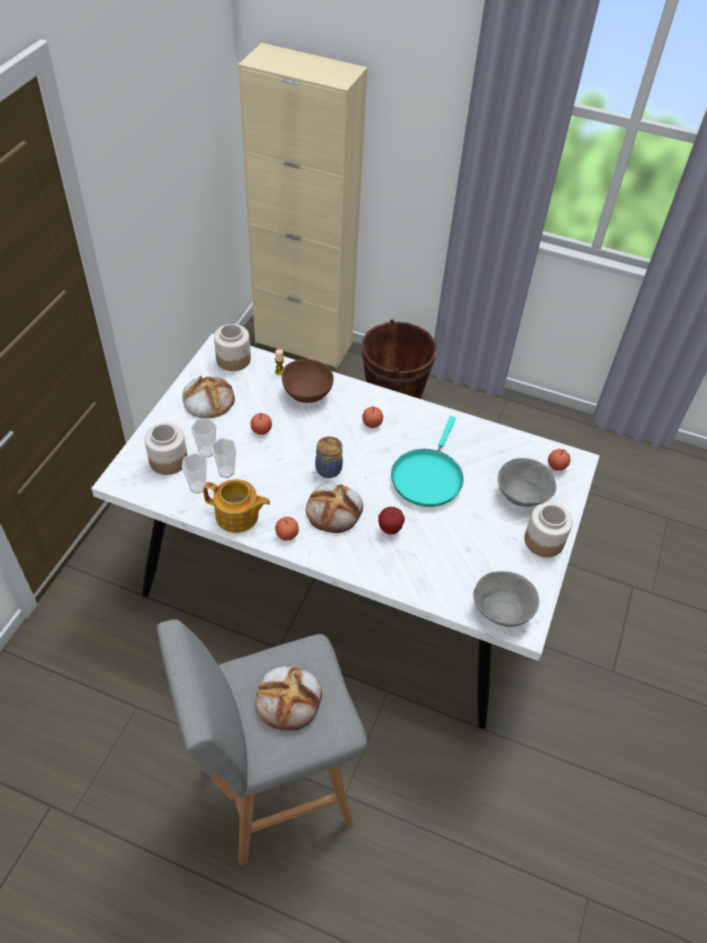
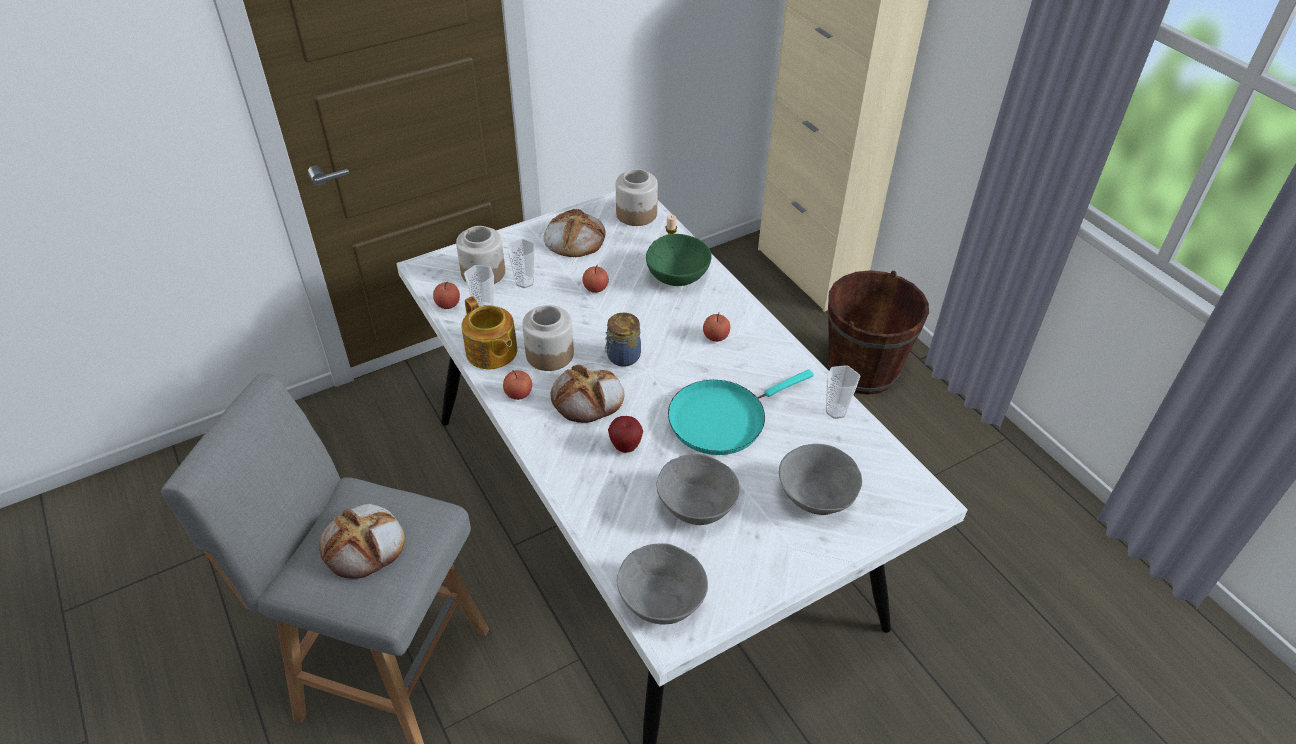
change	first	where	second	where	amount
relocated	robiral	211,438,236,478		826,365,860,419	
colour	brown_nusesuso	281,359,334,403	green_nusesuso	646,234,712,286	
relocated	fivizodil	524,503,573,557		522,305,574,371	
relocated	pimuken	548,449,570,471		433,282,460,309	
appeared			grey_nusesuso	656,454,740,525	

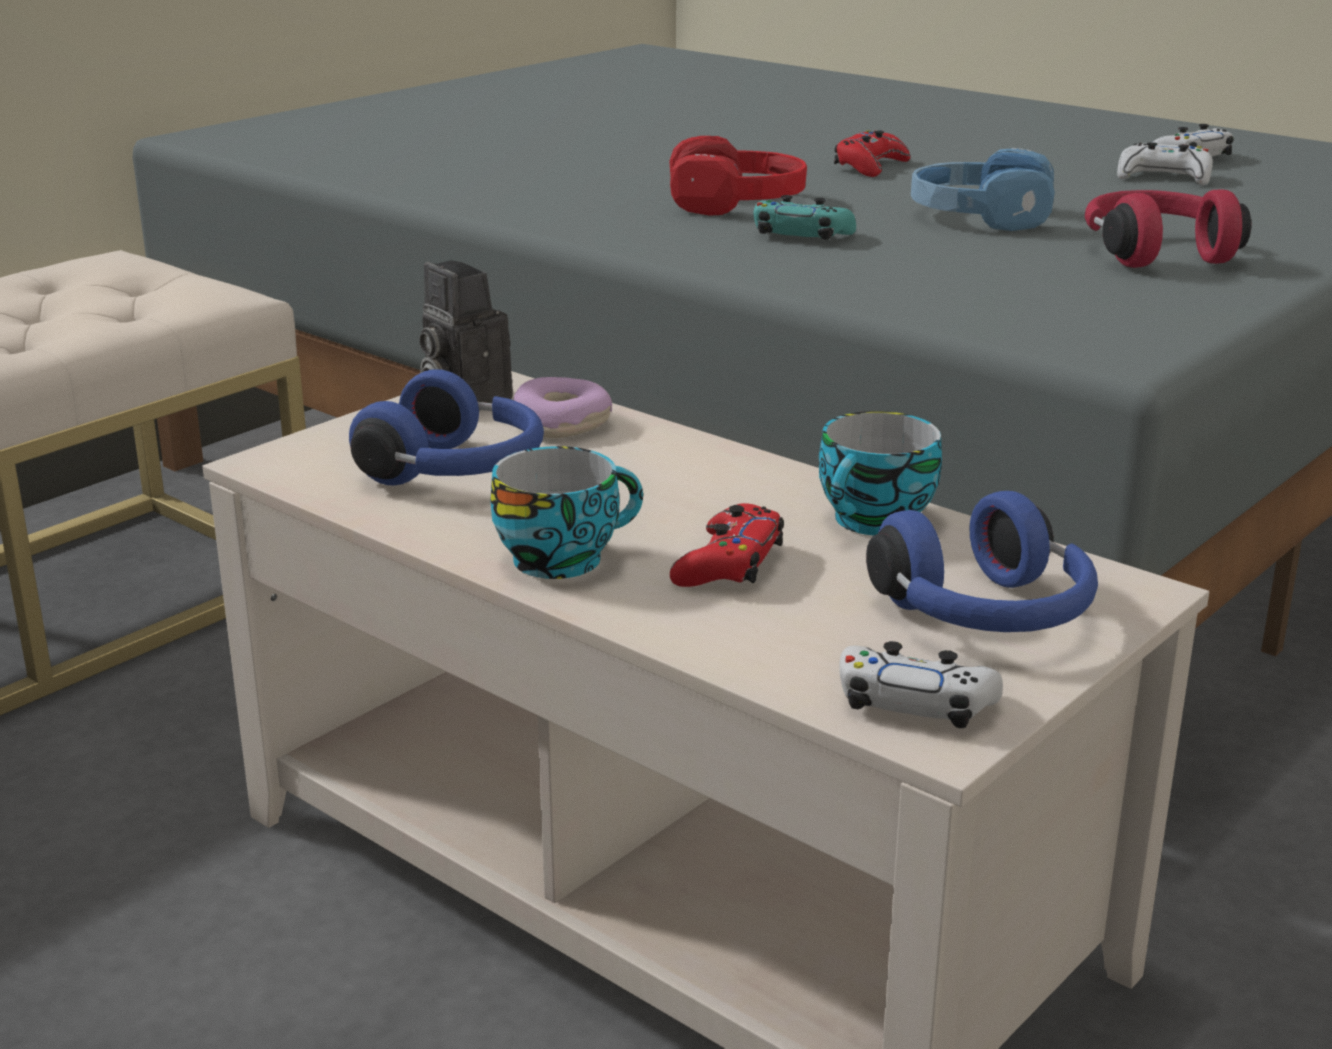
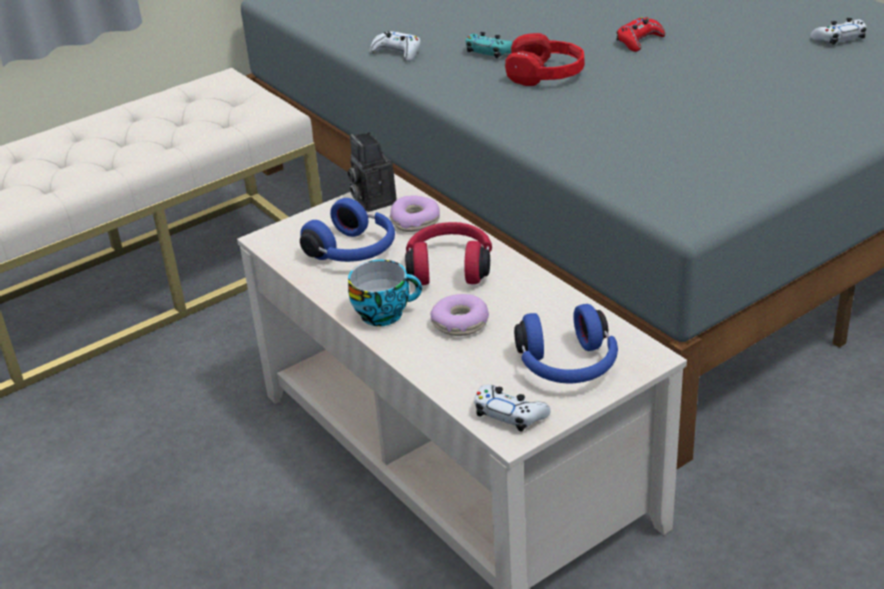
change	first	where	second	where	amount
exchanged	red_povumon	670,503,784,587	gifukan	431,294,489,336	
relocated	turquoise_povumon	753,195,856,240		466,32,513,58	
missing	robiral	819,411,942,535			
missing	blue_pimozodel	911,148,1055,231			
relocated	red_pimozodel	1085,189,1251,268		405,222,492,285	
relocated	white_povumon	1117,142,1213,186		370,31,420,62	

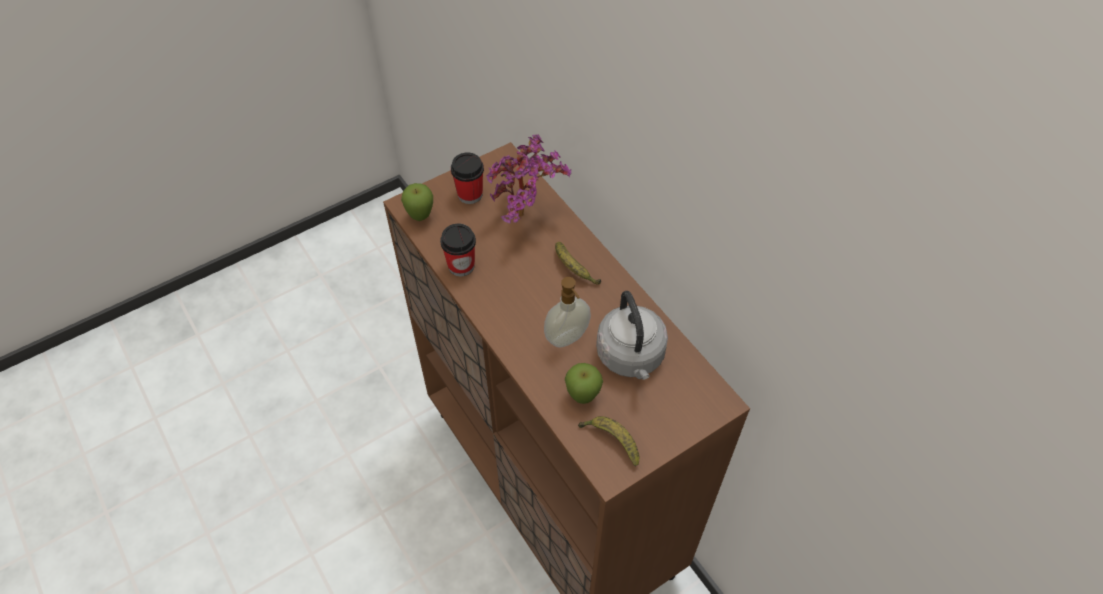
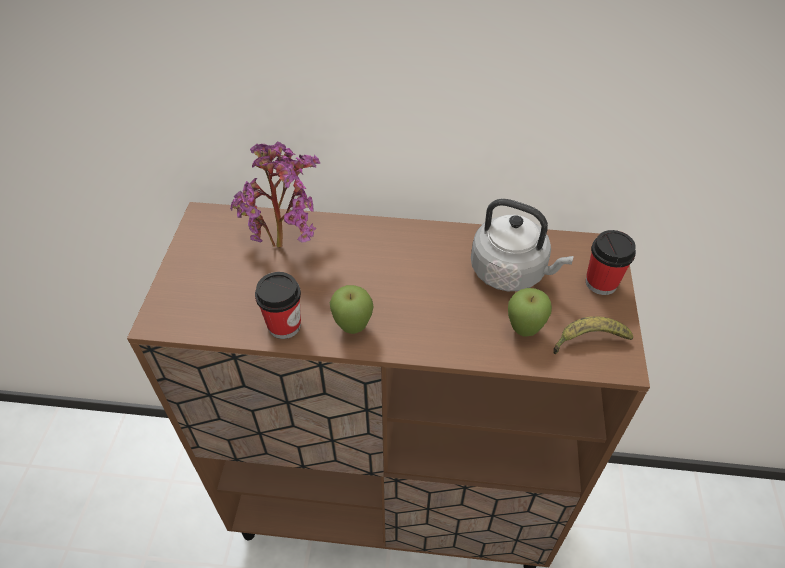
change	first	where	second	where	amount
relocated	pimuken	401,183,433,221		330,285,374,334	
relocated	robiral	451,152,484,204		586,230,636,295	
missing	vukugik	544,277,591,348			
missing	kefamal	555,242,601,285			

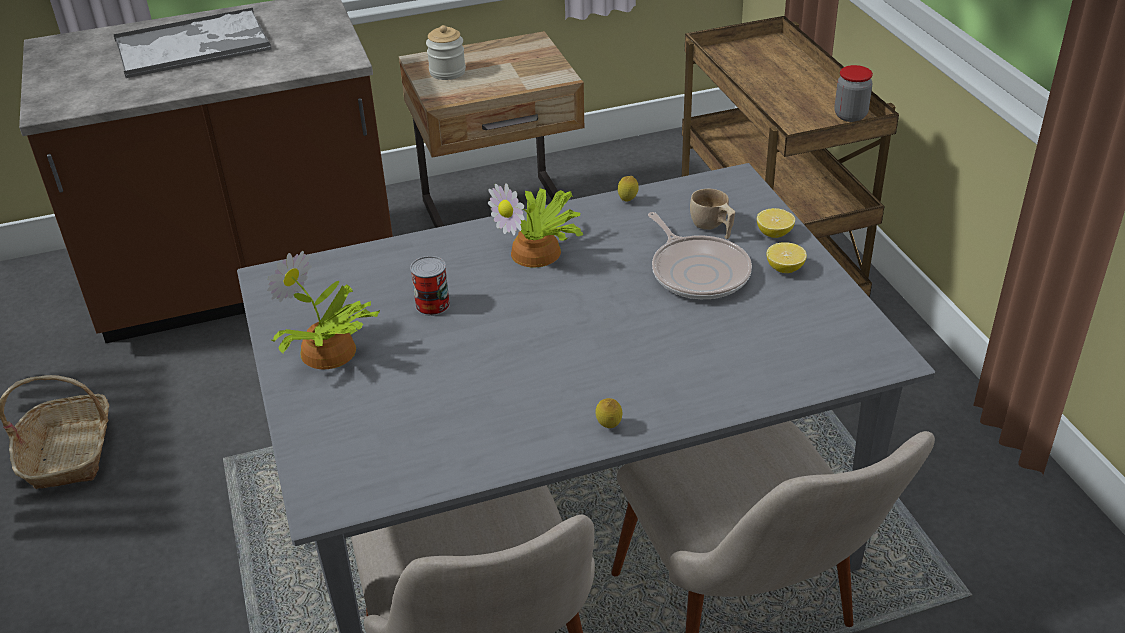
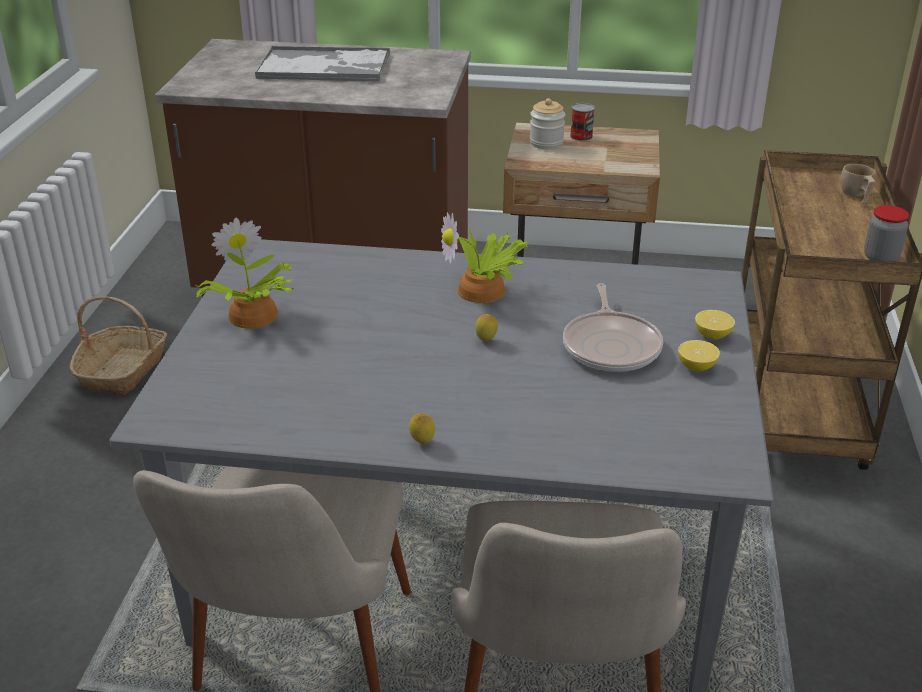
change	first	where	second	where	amount
relocated	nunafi	410,256,450,316		570,103,595,141	
relocated	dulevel	618,176,639,202		475,314,498,341	
relocated	beige_robiral	690,189,735,239		841,164,876,204	

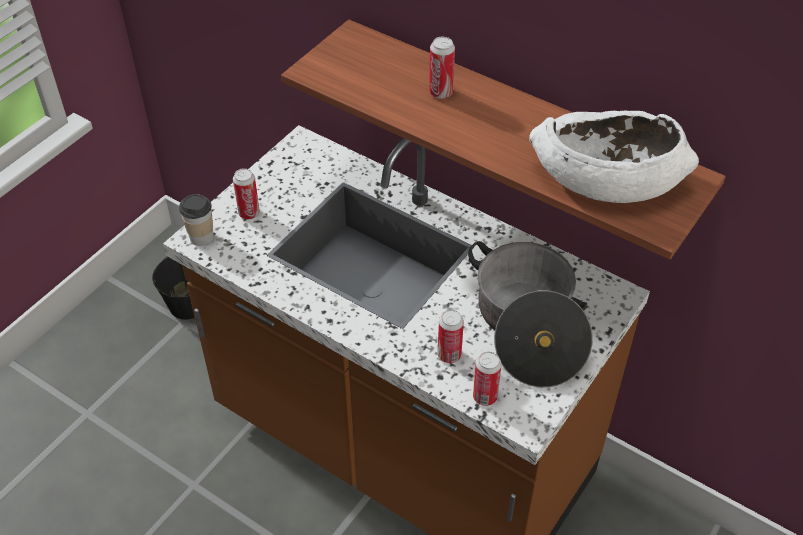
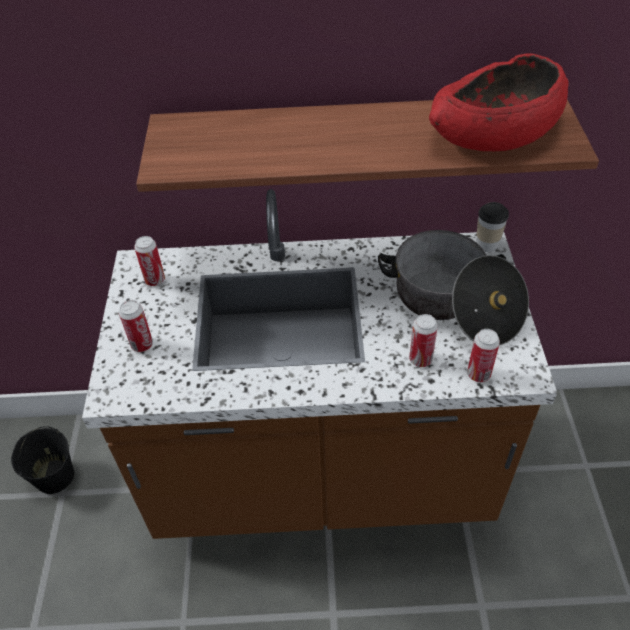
change	first	where	second	where	amount
relocated	robiral	179,194,214,246		476,202,509,252	
relocated	nunafi	429,37,455,98		134,236,165,286	
colour	white_nusesuso	529,111,699,203	red_nusesuso	429,53,569,151	

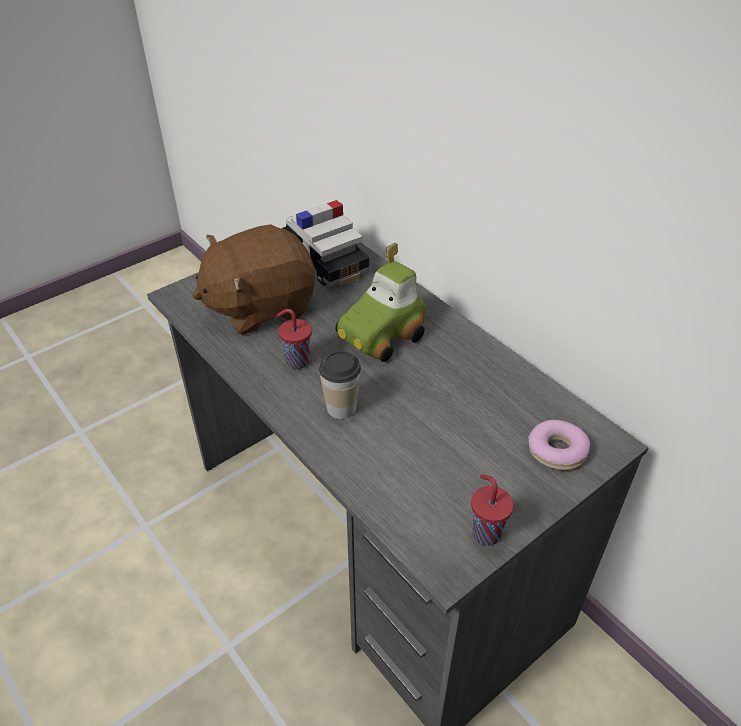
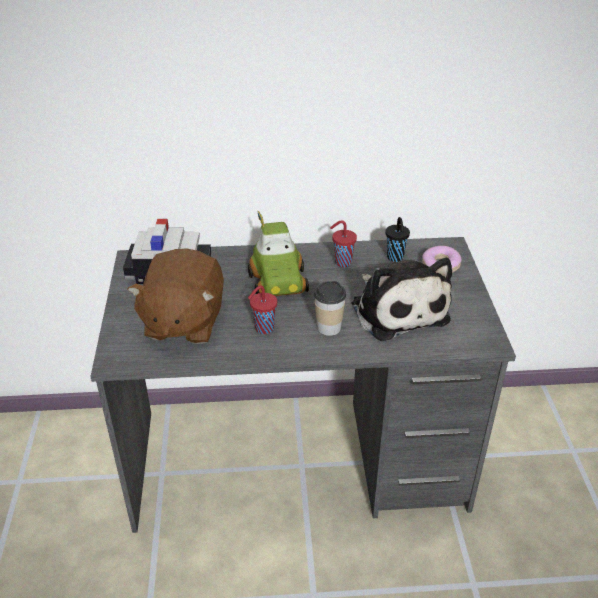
change	first	where	second	where	amount
relocated	red_robiral	471,474,514,546		330,220,357,267	
appeared			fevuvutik	352,258,452,341	
appeared			black_robiral	386,217,410,262	

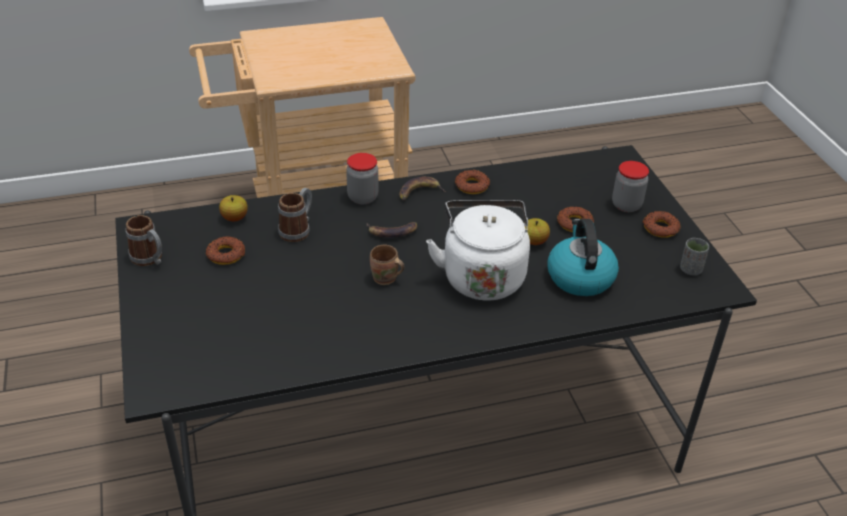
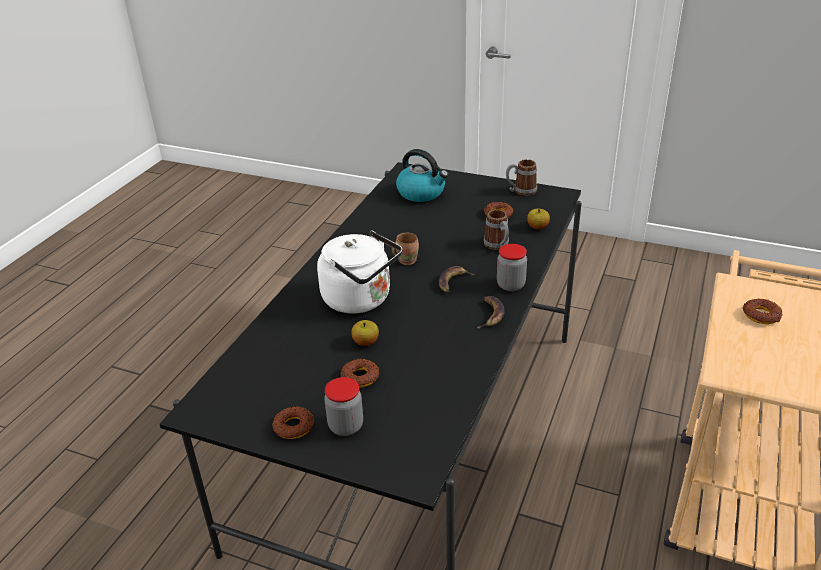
change	first	where	second	where	amount
relocated	gifukan	455,170,490,194		743,299,782,324	
relocated	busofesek	547,219,619,296		396,149,448,202	
missing	grey_robiral	680,238,709,275			

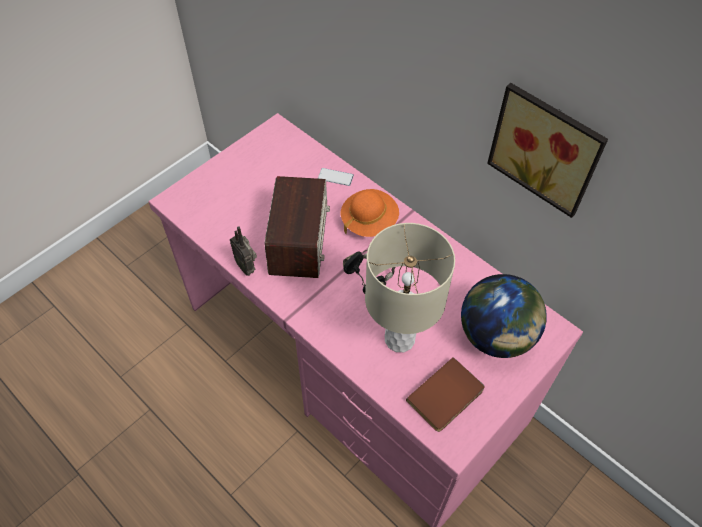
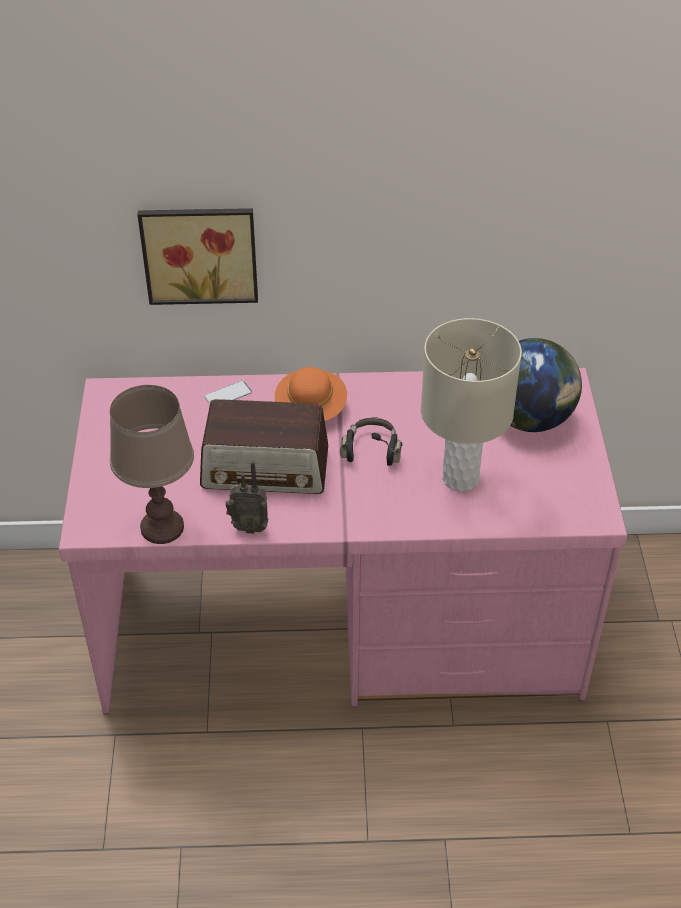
change	first	where	second	where	amount
spun	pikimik	265,176,330,278		200,399,328,494	135 degrees clockwise
missing	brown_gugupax	406,357,484,432			
relocated	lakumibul	487,83,608,218		137,208,258,305	
appeared			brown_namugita	110,385,194,544	

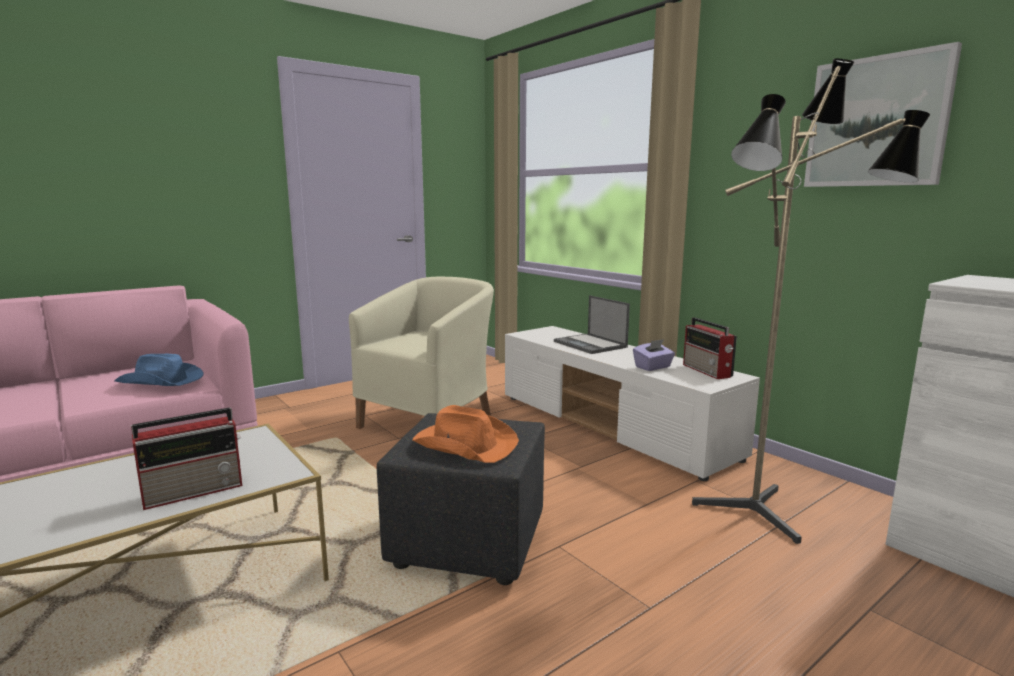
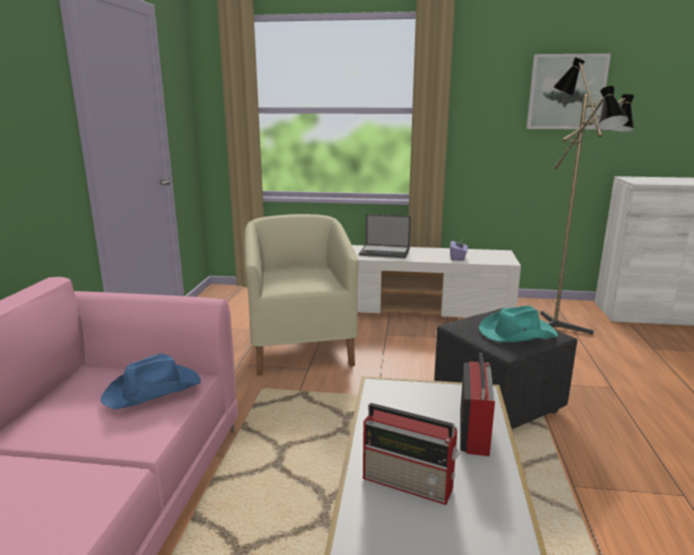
change	first	where	second	where	amount
colour	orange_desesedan	412,405,519,463	turquoise_desesedan	479,305,558,342	
relocated	pikimik	683,317,737,379		363,403,460,505	

